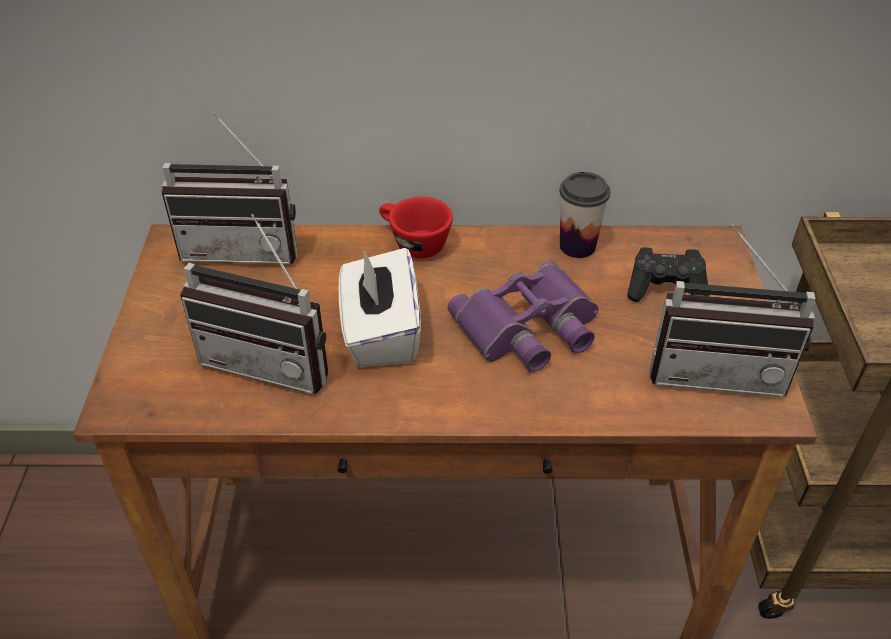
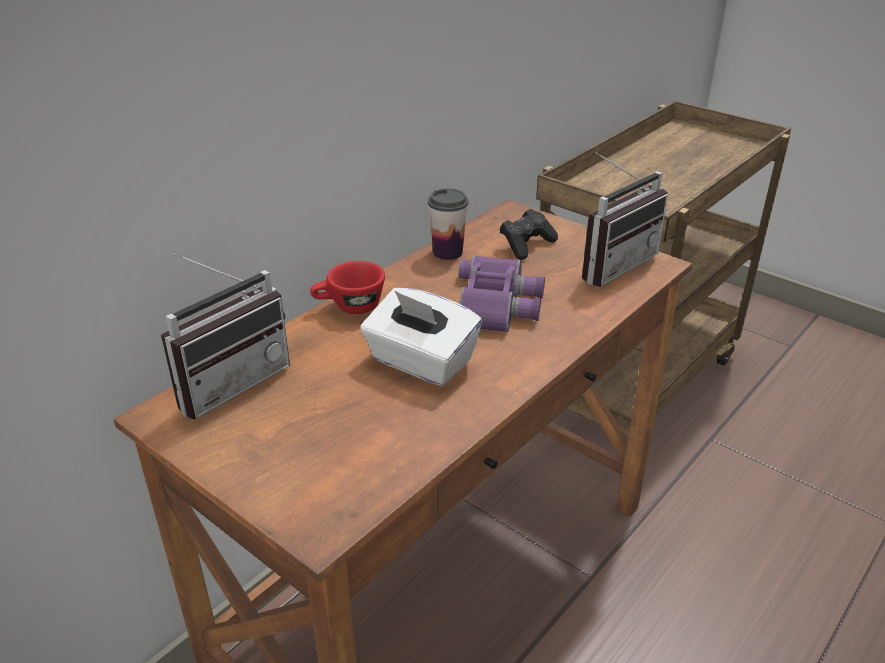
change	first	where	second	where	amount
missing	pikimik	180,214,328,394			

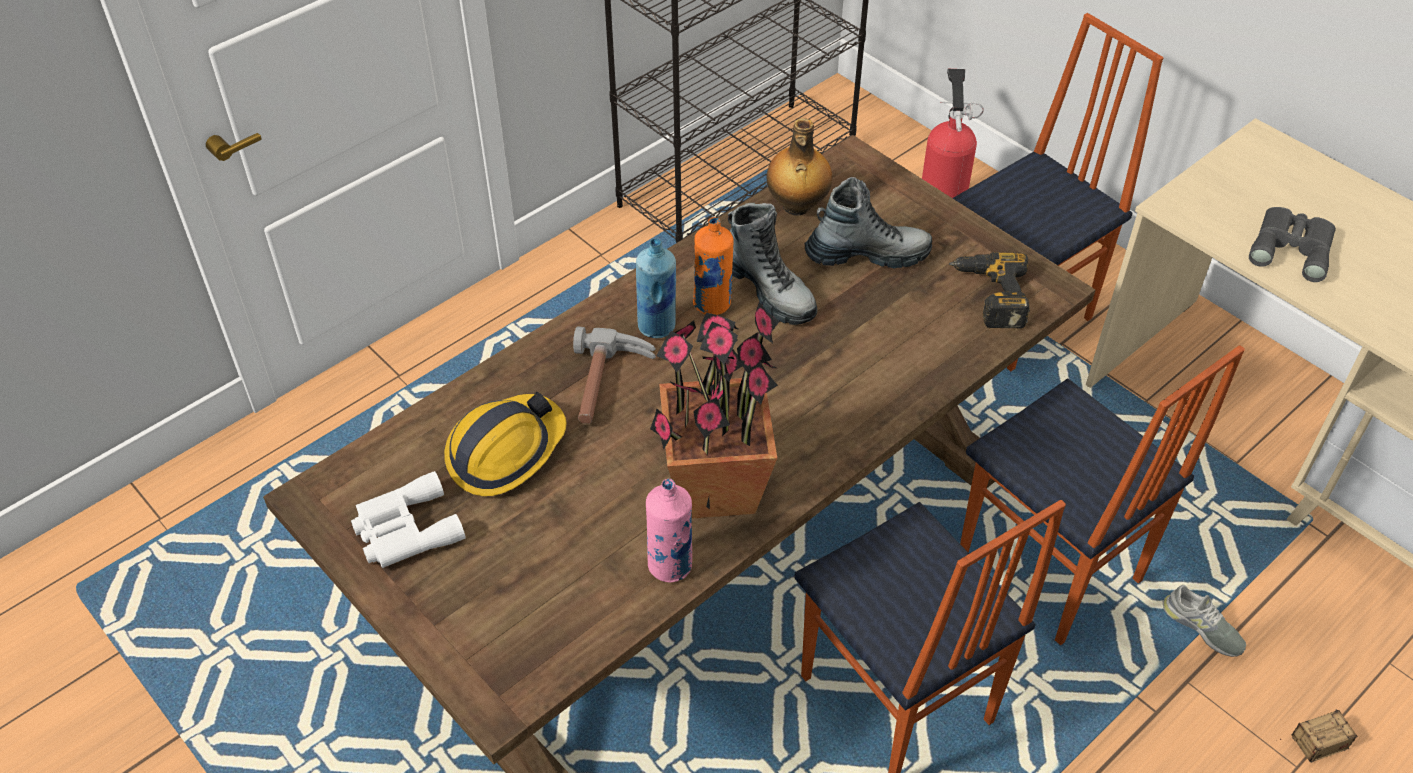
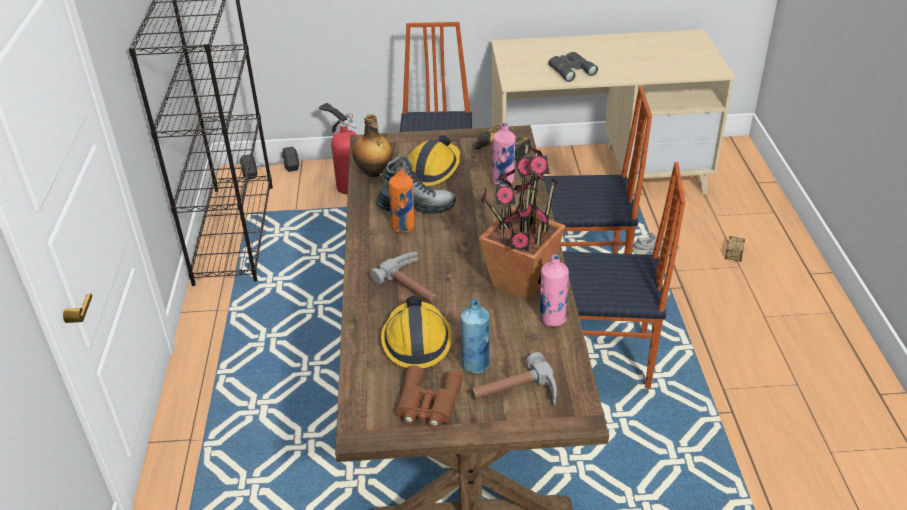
change	first	where	second	where	amount
colour	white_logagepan	351,471,466,568	brown_logagepan	396,365,463,428	
relocated	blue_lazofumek	636,238,676,338		461,299,490,373	
exchanged	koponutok	805,177,932,269	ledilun	407,135,460,186	
appeared			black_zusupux	240,146,299,180	
appeared			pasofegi	471,352,557,405	
appeared			pink_lazofumek	492,123,516,186	

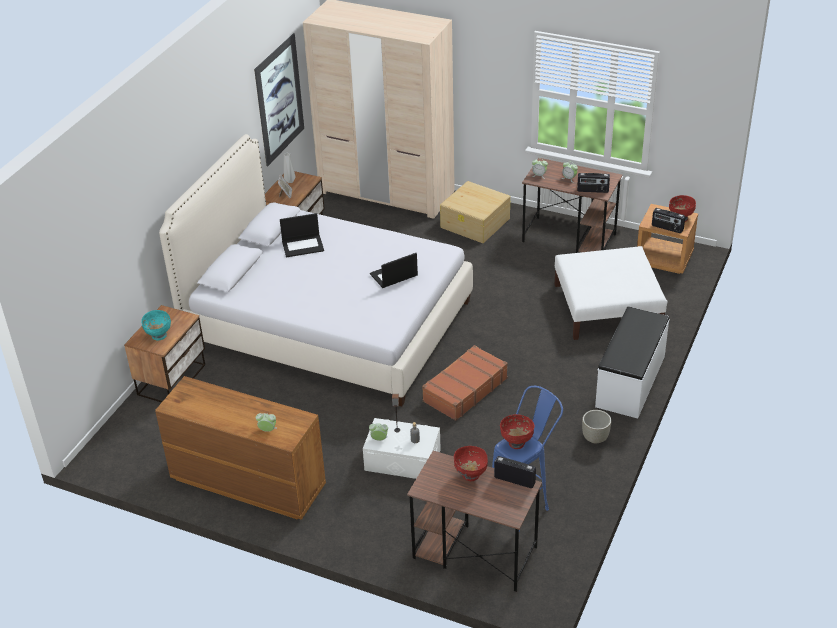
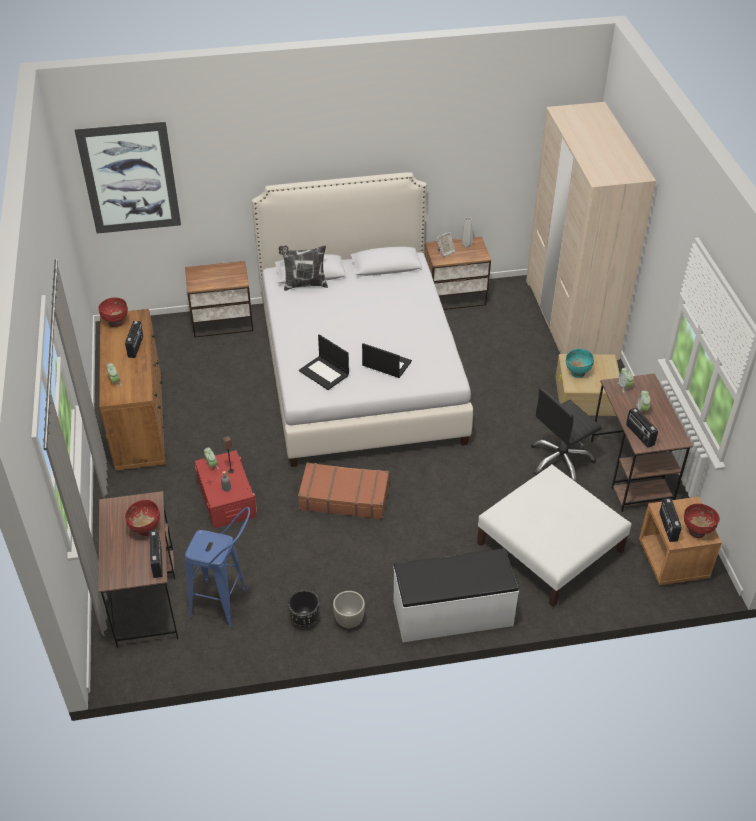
change	first	where	second	where	amount
relocated	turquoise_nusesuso	141,310,171,340		566,349,594,378	
relocated	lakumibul	254,33,304,166		75,122,181,234	
relocated	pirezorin	280,213,324,257		299,334,349,390	
colour	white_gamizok	363,418,441,479	red_gamizok	195,450,257,528	
relocated	red_nusesuso	500,414,535,449		98,298,128,327	
appeared			pikimik	125,321,143,358	
appeared			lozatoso	279,245,328,291	
appeared			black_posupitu	288,590,320,627	
appeared			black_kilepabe	531,388,602,483	

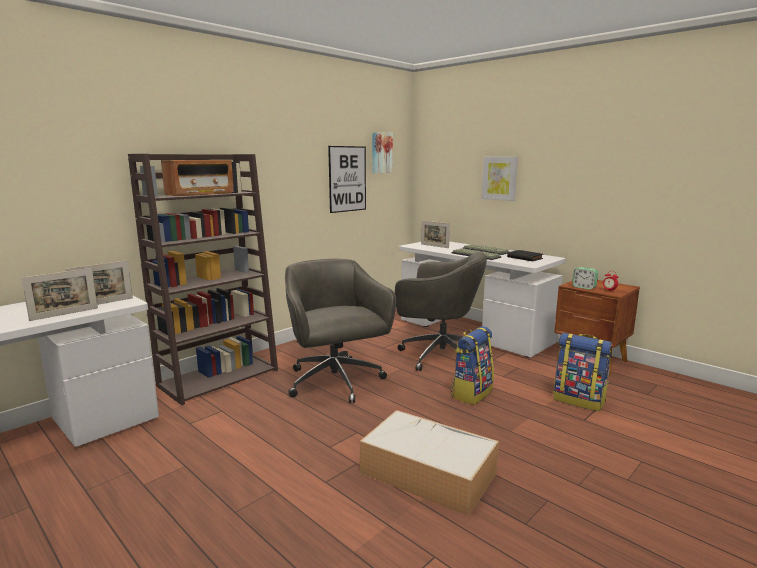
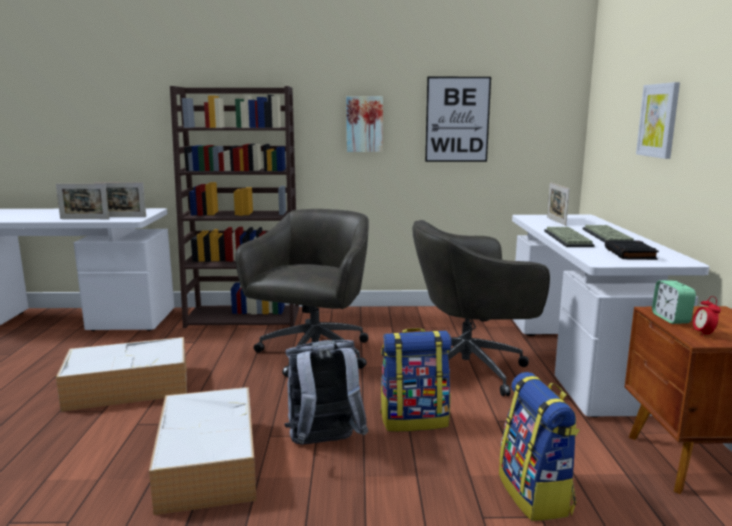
change	first	where	second	where	amount
missing	pikimik	161,160,234,196			
relocated	lakumibul	372,132,393,173		347,96,383,152	
spun	grey_kilepabe	395,252,487,371		412,220,550,396	105 degrees clockwise
appeared			gamizok	56,337,187,412	
appeared			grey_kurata	284,340,368,445	

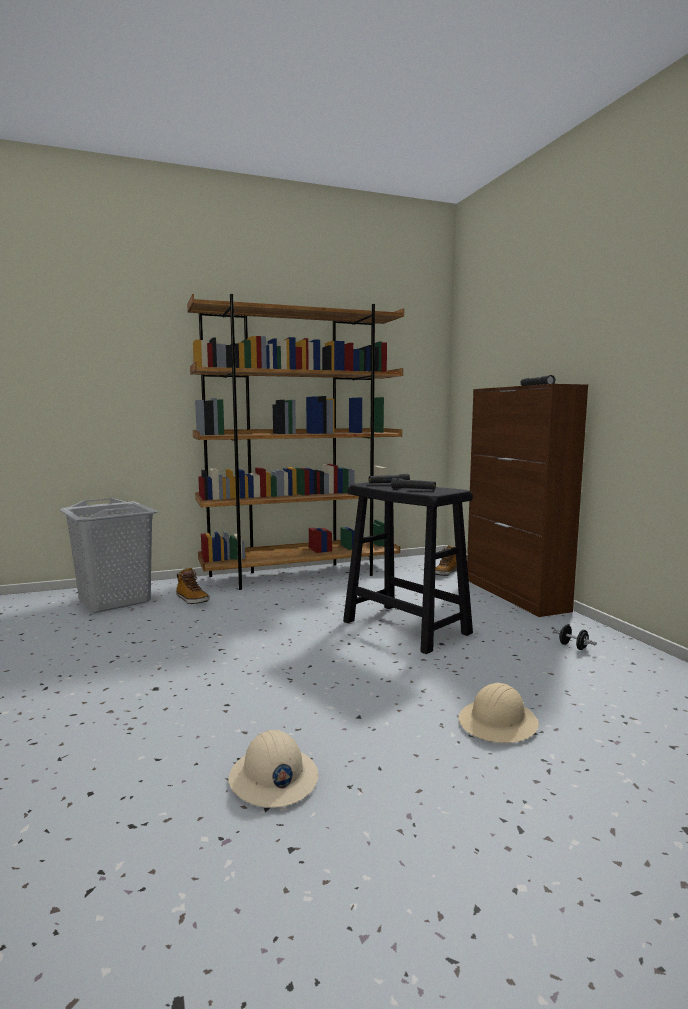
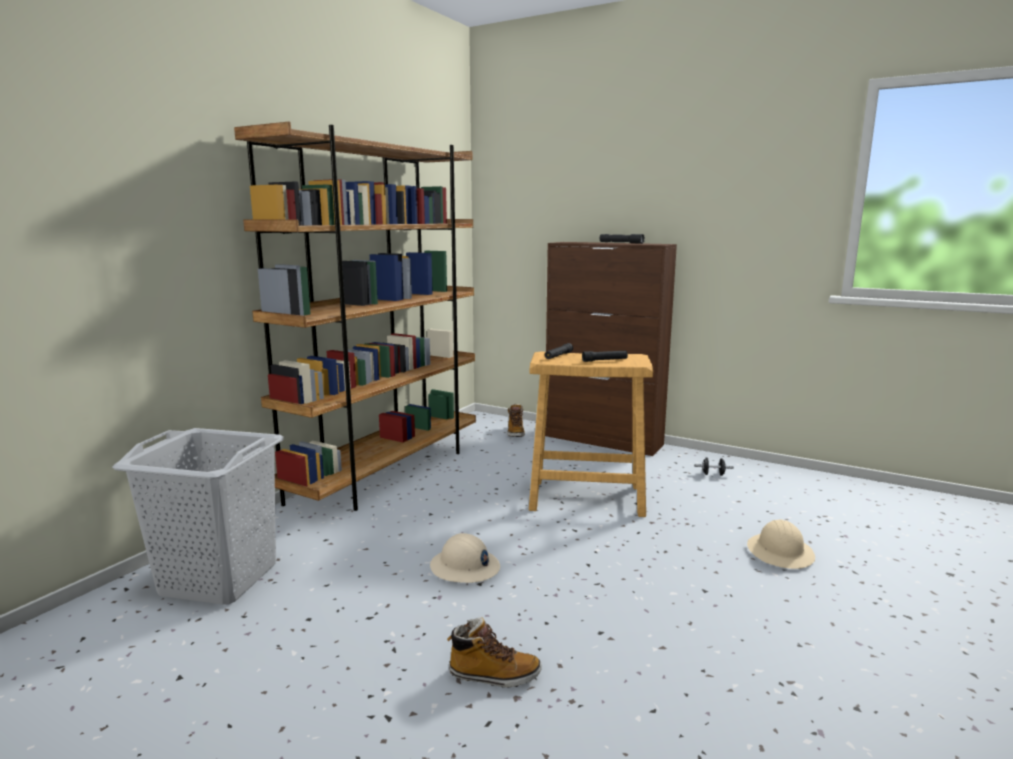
change	first	where	second	where	amount
relocated	koponutok	176,567,210,604		447,617,542,688	
relocated	beige_ledilun	229,730,318,808		430,533,500,583	
colour	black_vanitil	343,482,473,654	beige_vanitil	529,352,653,517	

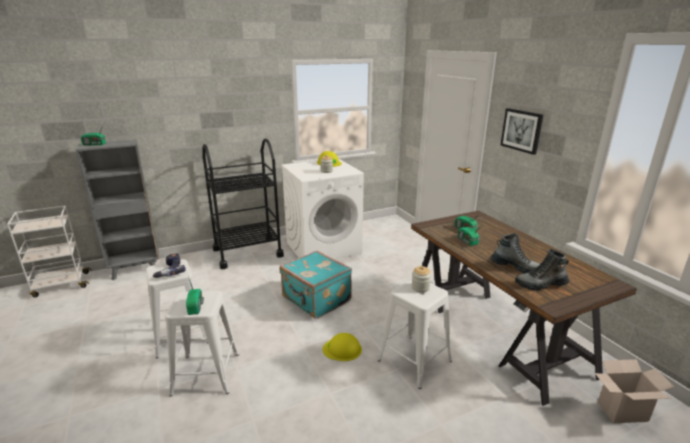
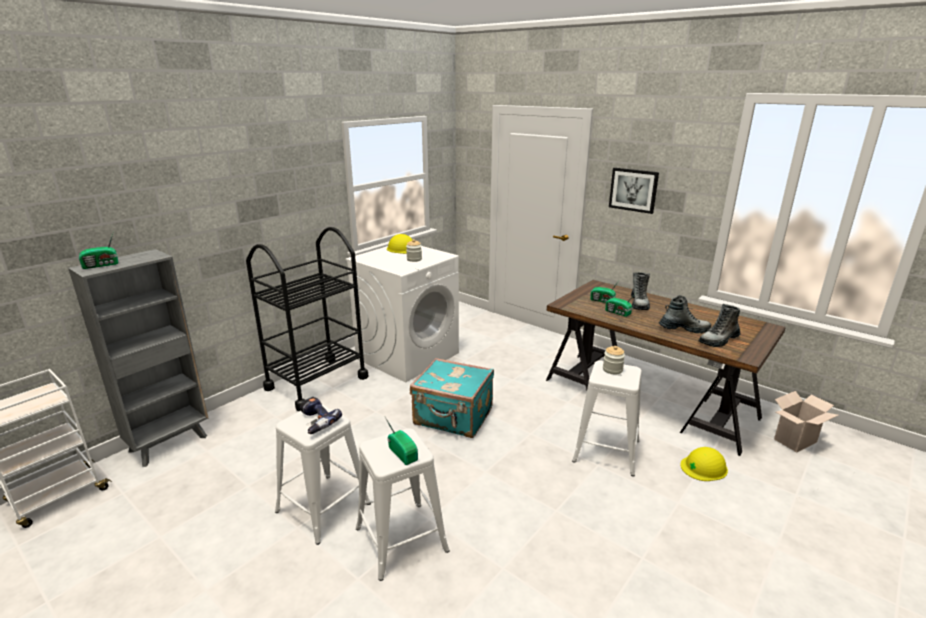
change	first	where	second	where	amount
relocated	yellow_ledilun	322,333,362,361		680,447,728,481	
appeared			koponutok	631,272,650,310	

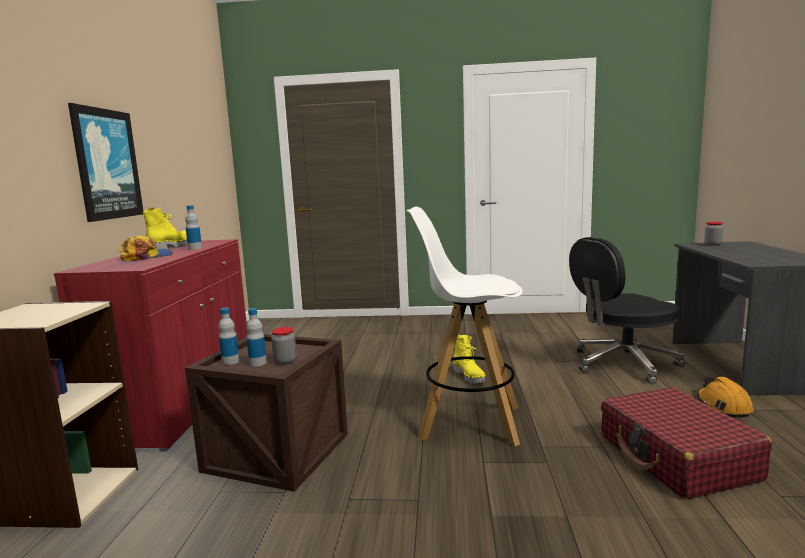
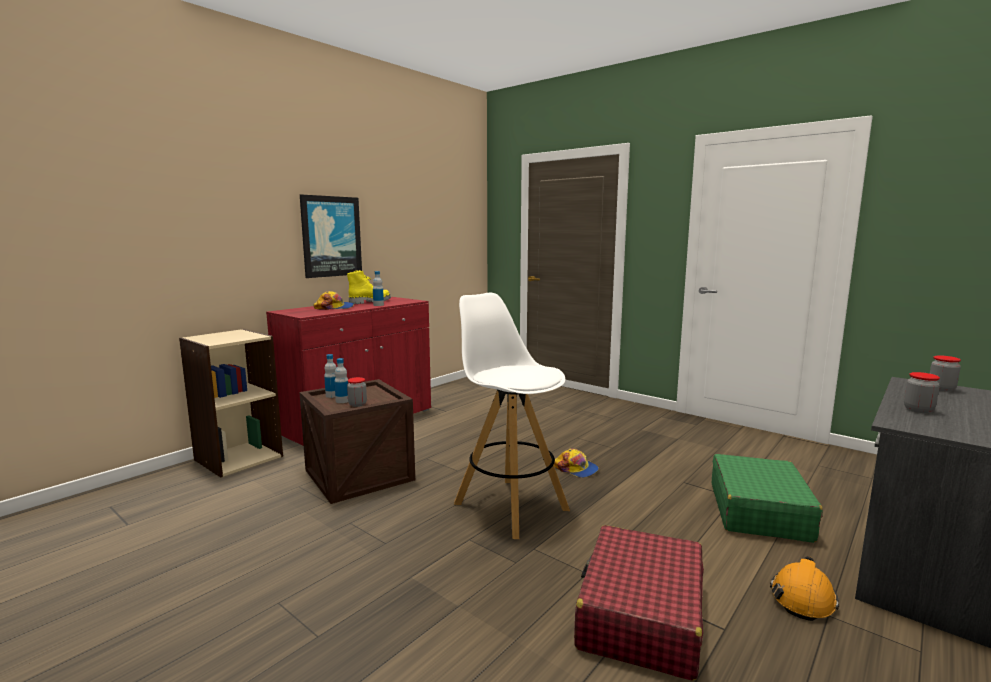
change	first	where	second	where	amount
exchanged	yellow_koponutok	453,335,486,383	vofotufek	554,448,599,478	
exchanged	black_kilepabe	569,237,685,384	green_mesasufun	712,454,823,543	
appeared			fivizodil	904,372,940,413	

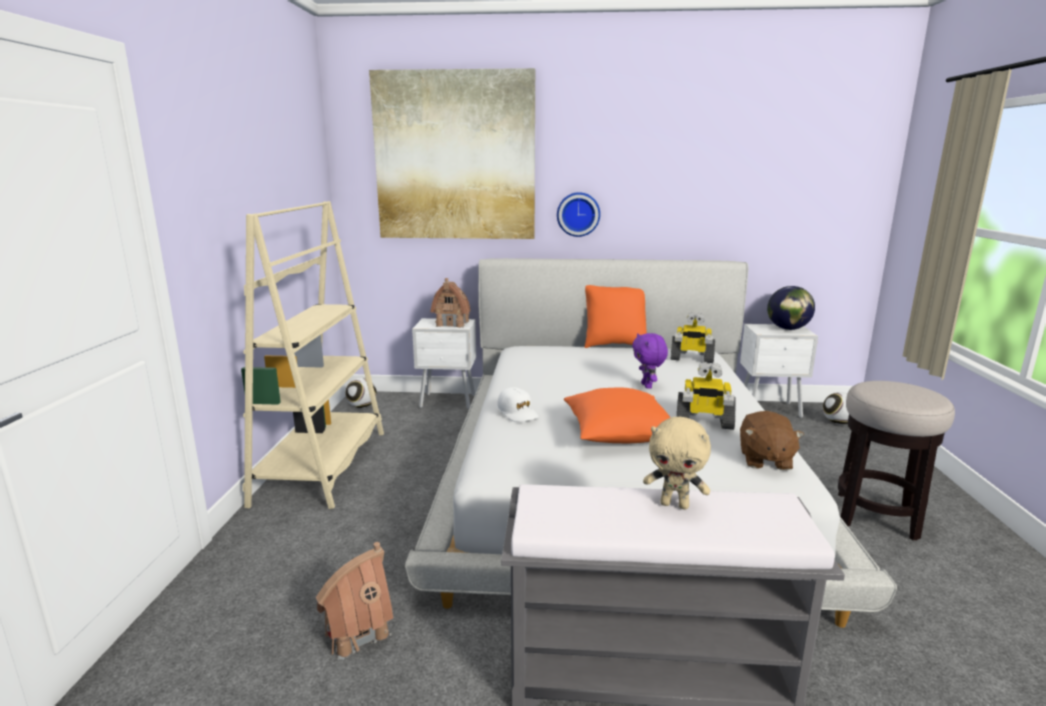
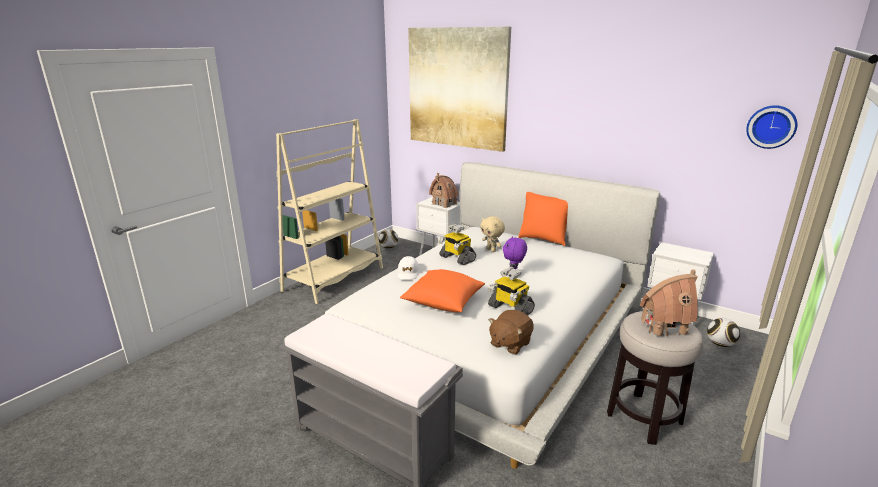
change	first	where	second	where	amount
relocated	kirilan	315,542,393,660		640,269,698,337	
relocated	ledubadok	557,192,600,237		746,105,797,149	
relocated	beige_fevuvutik	643,417,711,510		480,216,505,252	
relocated	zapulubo	670,312,715,363		438,224,476,265	
missing	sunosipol	767,286,815,330			

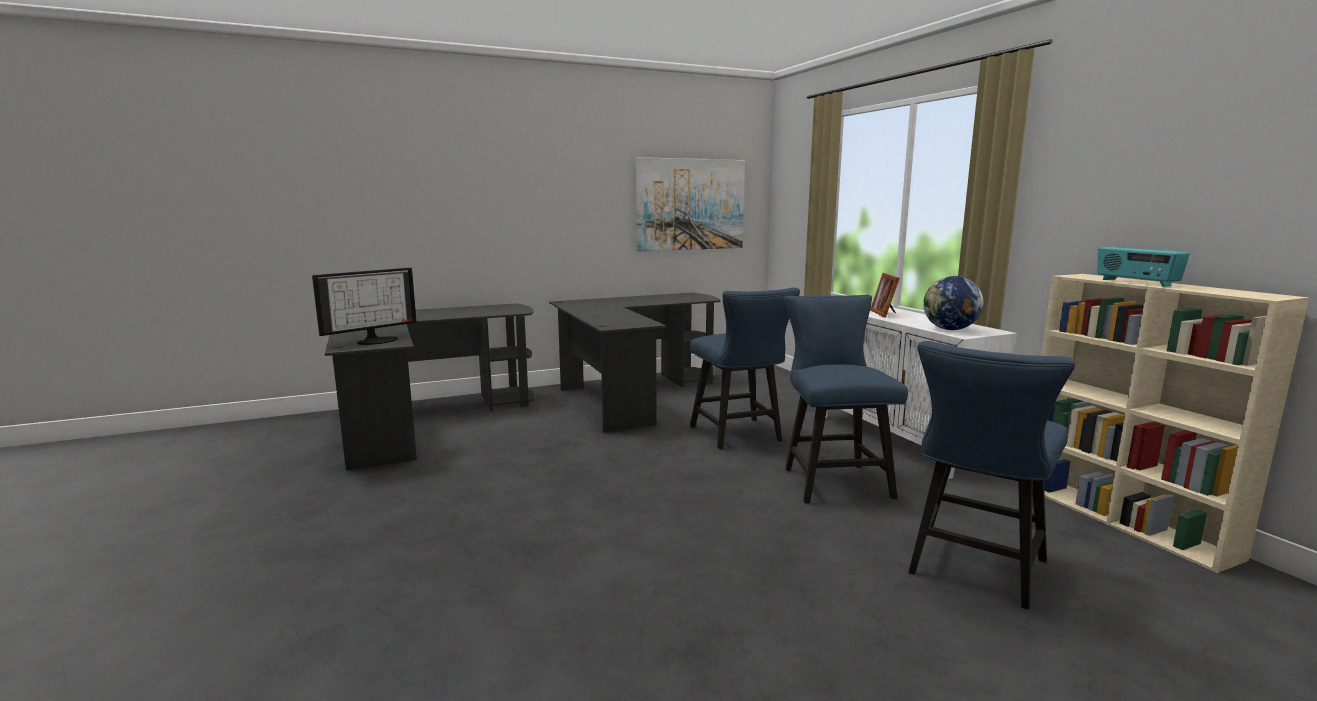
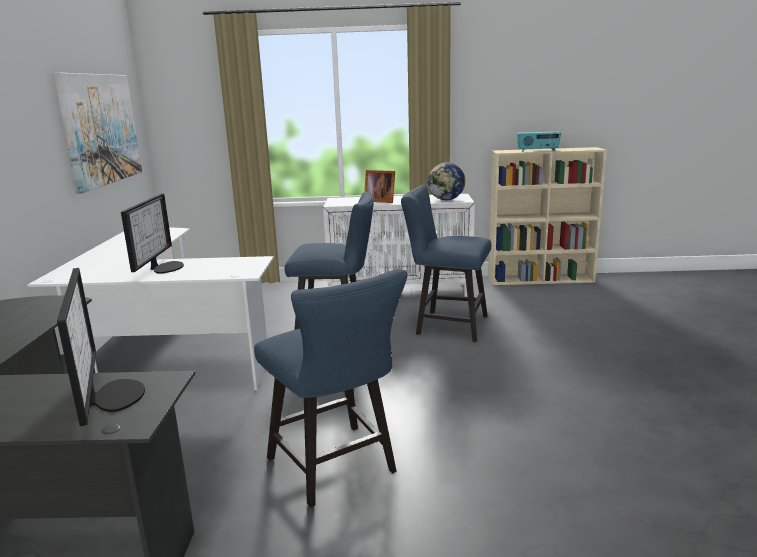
change	first	where	second	where	amount
colour	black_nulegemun	549,293,720,433	white_nulegemun	27,228,274,390	
relocated	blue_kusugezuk	908,341,1075,610		254,268,407,507	
appeared			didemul	121,193,184,274	

